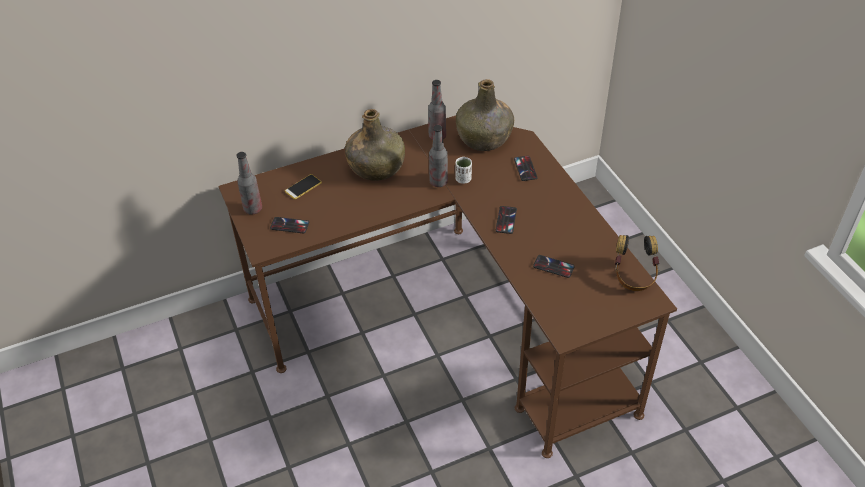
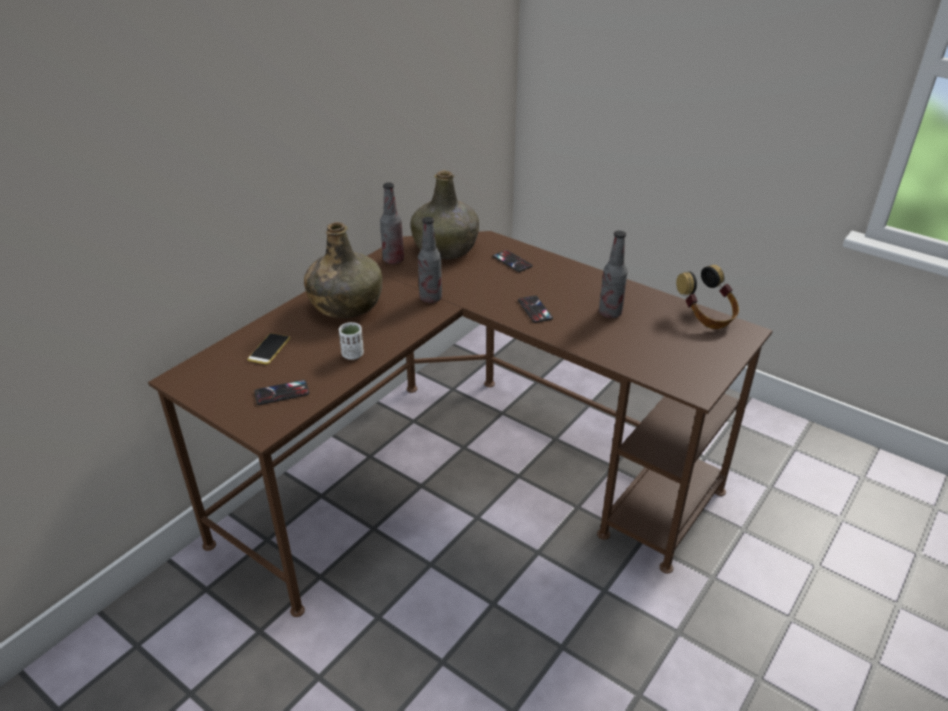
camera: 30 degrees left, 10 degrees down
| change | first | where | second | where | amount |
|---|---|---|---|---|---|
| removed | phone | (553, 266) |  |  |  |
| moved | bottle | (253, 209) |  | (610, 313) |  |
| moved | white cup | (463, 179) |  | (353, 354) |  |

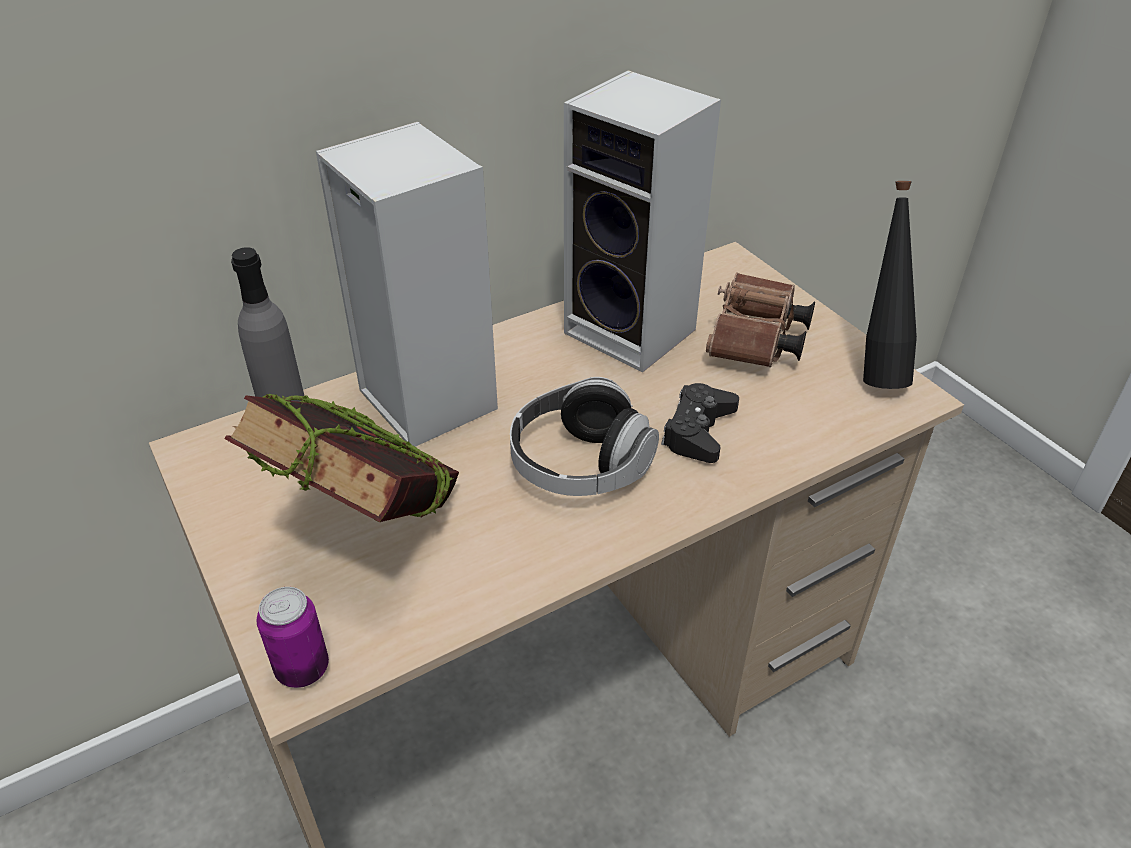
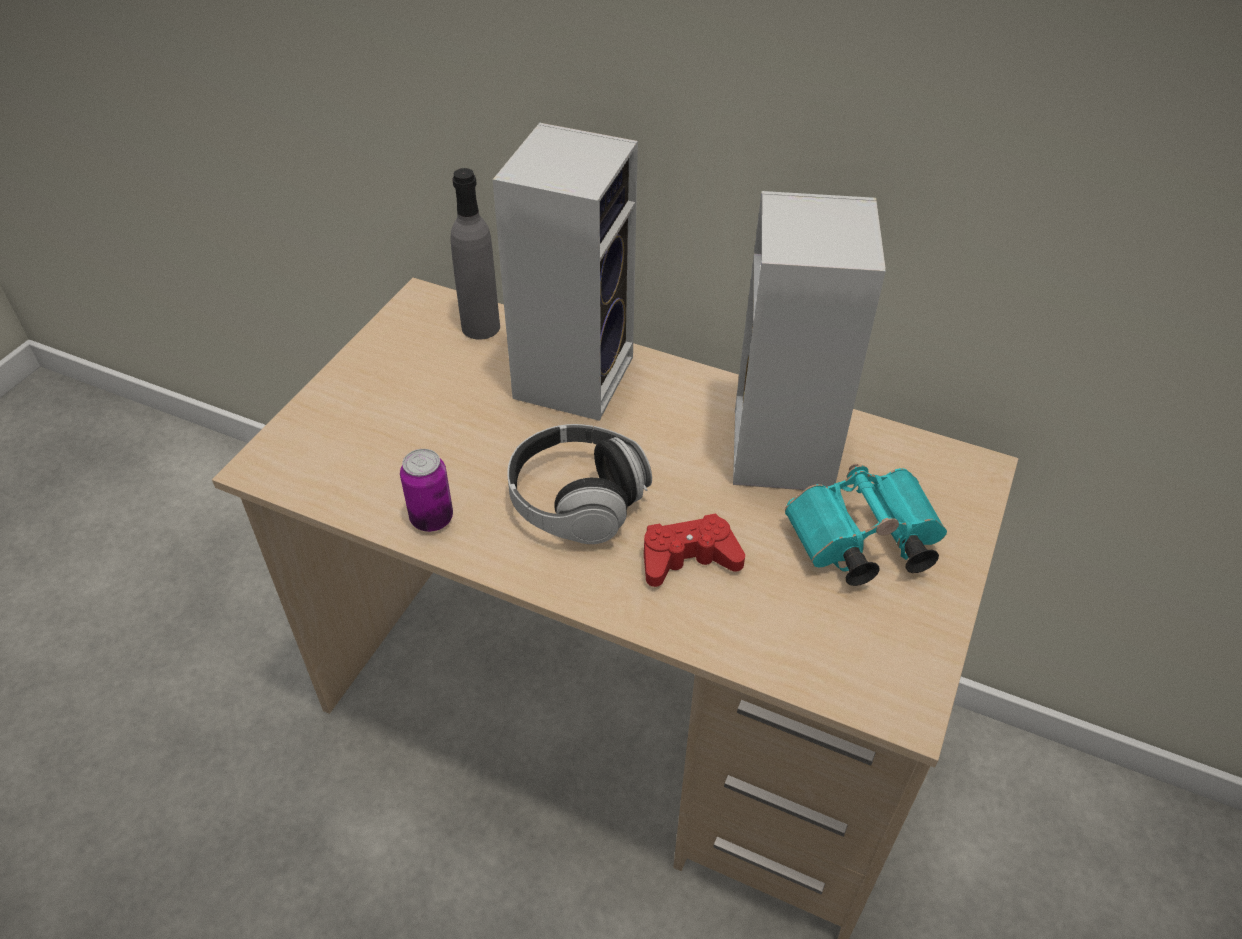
camera: 55 degrees right, 5 degrees up
| change | first | where | second | where | amount |
|---|---|---|---|---|---|
| removed | book | (368, 532) |  |  |  |
| removed | black bottle | (876, 370) |  |  |  |
| moved | can | (302, 669) |  | (432, 519) |  |
| recoloured | black game controller | (698, 431) | red game controller | (688, 558) |  |
| recoloured | brown binoculars | (755, 343) | turquoise binoculars | (859, 544) |  |

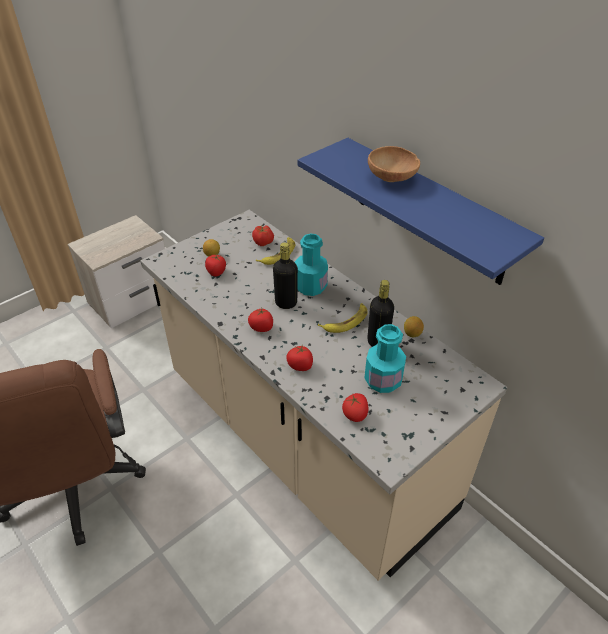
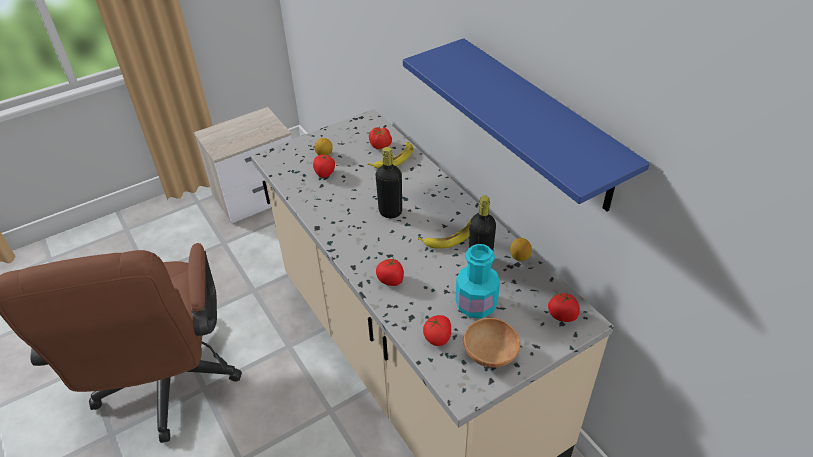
camera: 10 degrees right, 0 degrees up
| change | first | where | second | where | amount |
|---|---|---|---|---|---|
| removed | turquoise bottle | (311, 286) |  |  |  |
| moved | tomato | (261, 327) |  | (562, 315) |  |
| moved | brown bowl | (392, 179) |  | (491, 355) |  |

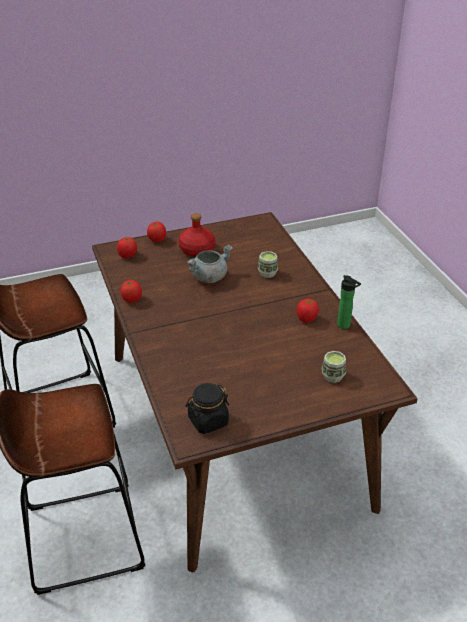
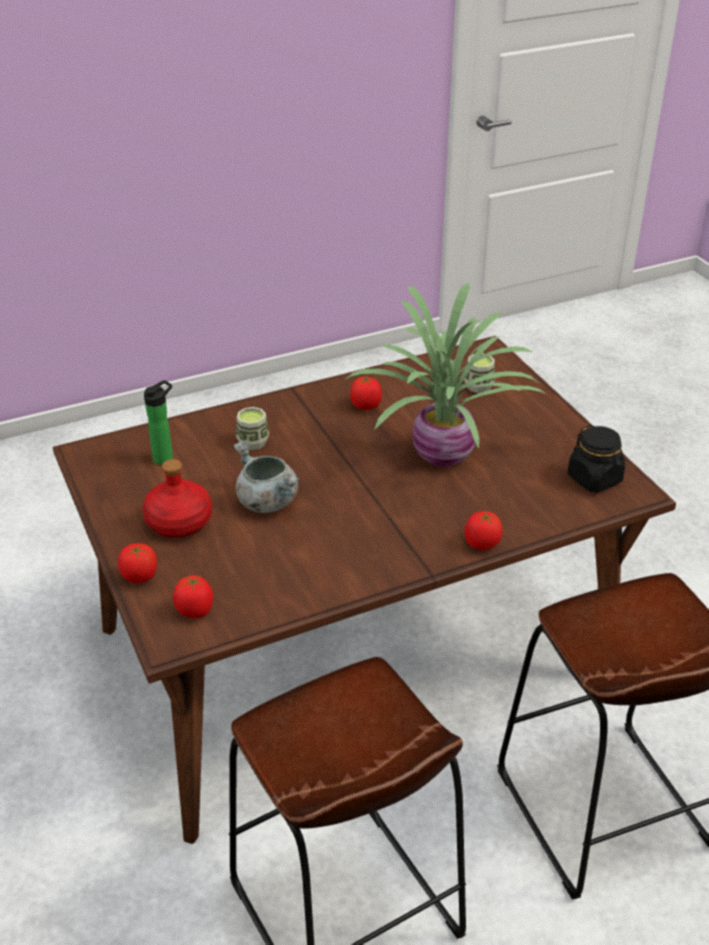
camera: 95 degrees left, 0 degrees up
| change | first | where | second | where | amount |
|---|---|---|---|---|---|
| added |  |  | potted plant | (444, 453) |  |
| moved | tomato | (132, 299) |  | (481, 544) |  |
| moved | bottle | (345, 326) |  | (165, 458) |  |

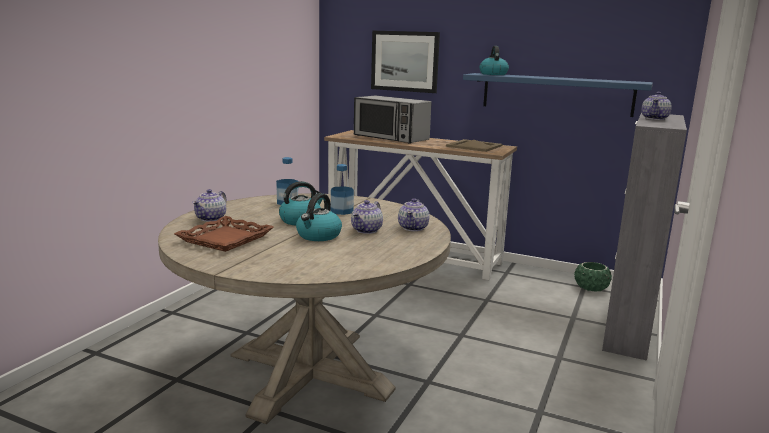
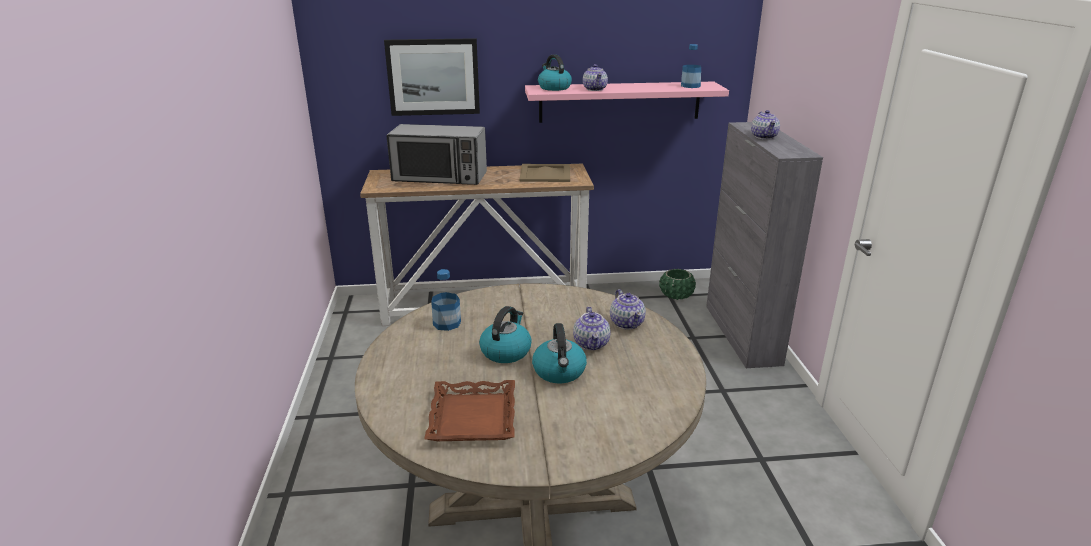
camera: 30 degrees left, 10 degrees up
| change | first | where | second | where | amount |
|---|---|---|---|---|---|
| moved | teapot | (211, 218) |  | (595, 89) |  |
| moved | bottle | (342, 211) |  | (690, 86) |  |
| recoloured | blue shelf | (556, 94) | pink shelf | (619, 102) |  |

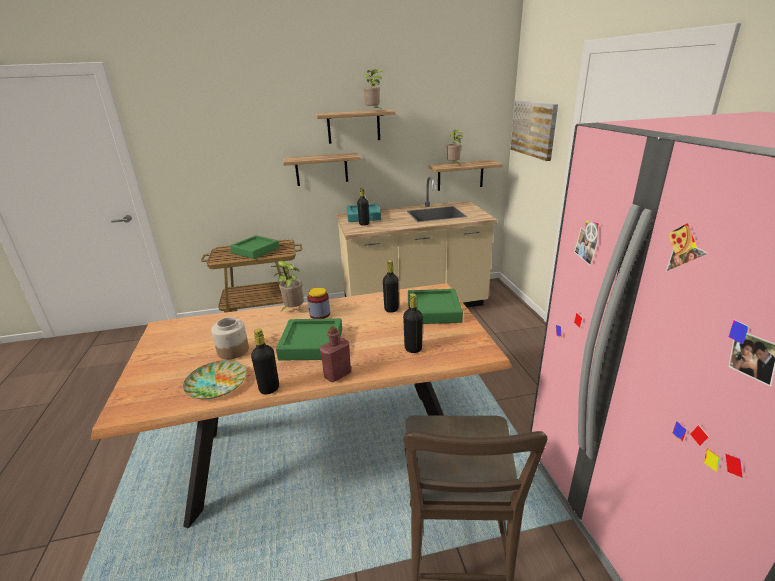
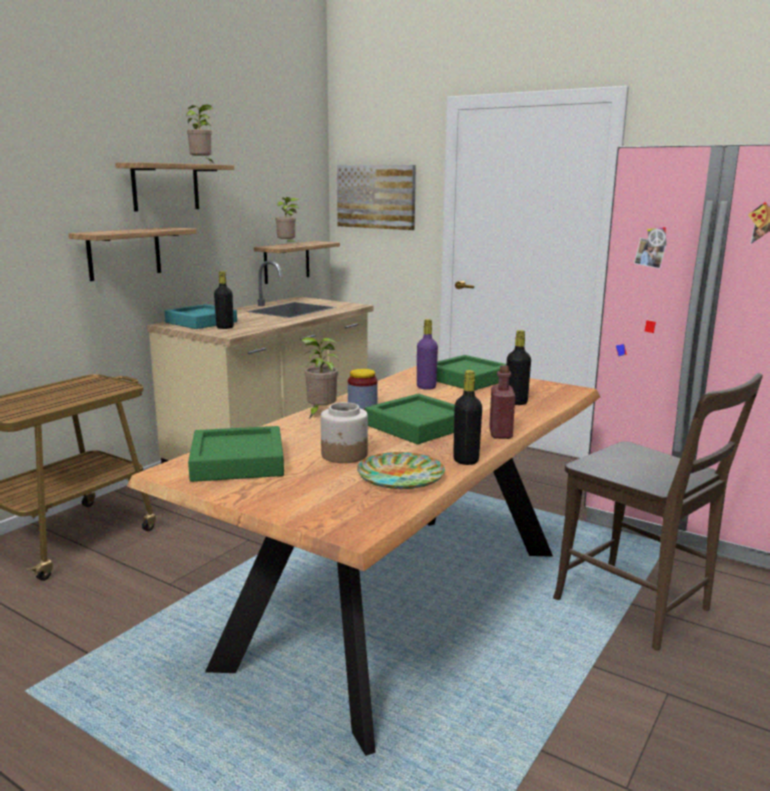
camera: 45 degrees left, 10 degrees down
| change | first | where | second | where | amount |
|---|---|---|---|---|---|
| moved | green tray | (255, 250) |  | (237, 462) |  |
| recoloured | black bottle | (391, 309) | purple bottle | (426, 387) |  |

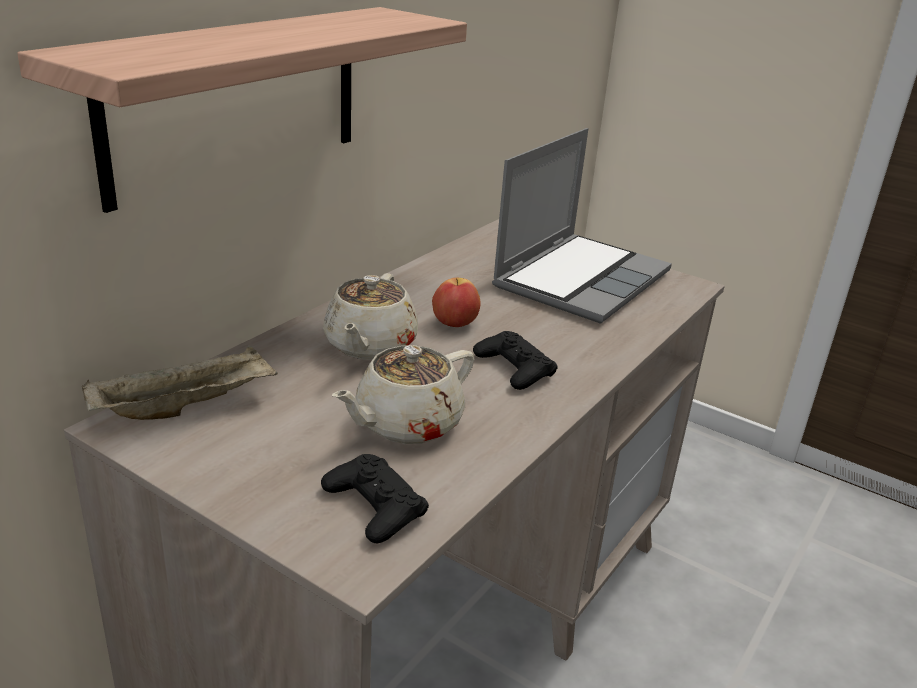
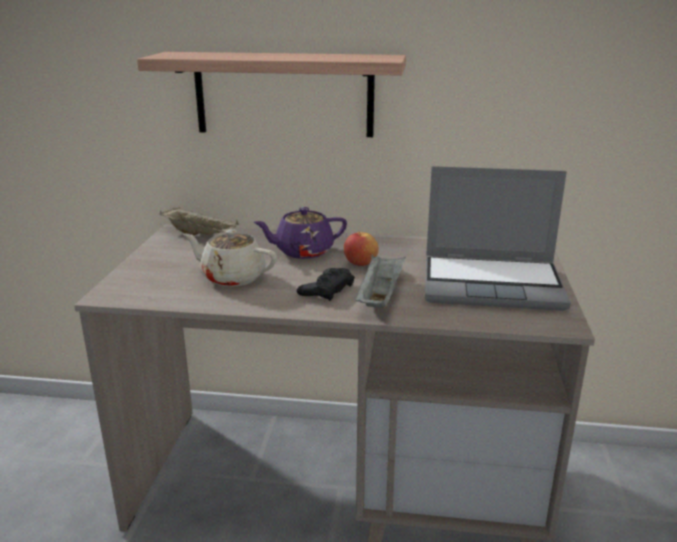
camera: 65 degrees right, 5 degrees down
| change | first | where | second | where | amount |
|---|---|---|---|---|---|
| removed | black game controller | (374, 506) |  |  |  |
| added |  |  | grey tray | (380, 296) |  |
| recoloured | beige teapot | (369, 345) | purple teapot | (303, 251) |  |

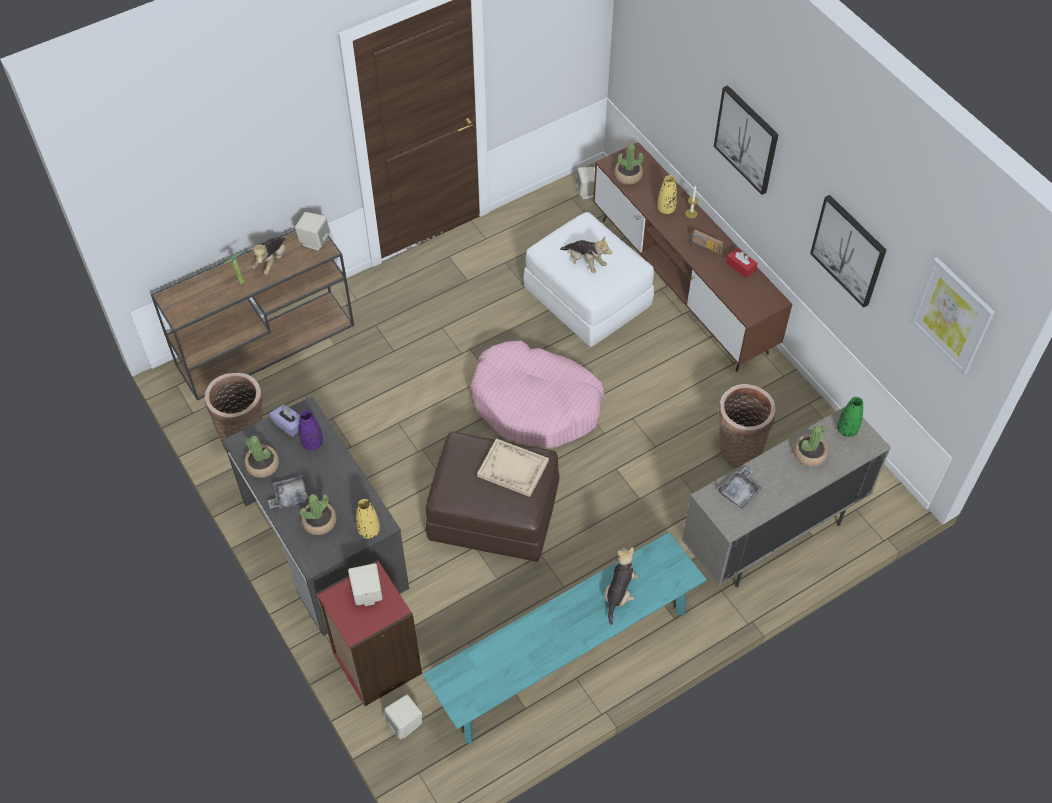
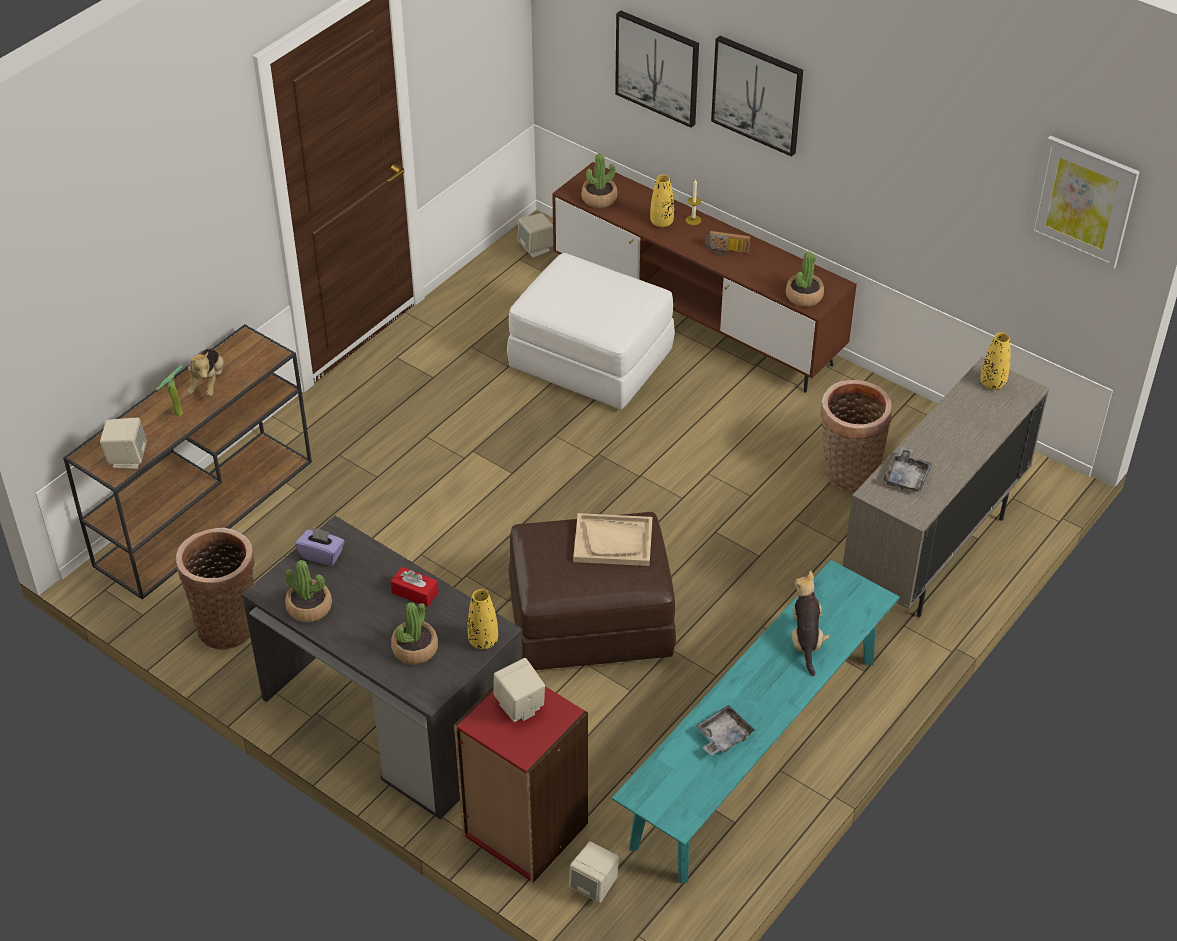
camera: 20 degrees left, 10 degrees down
| change | first | where | second | where | amount |
|---|---|---|---|---|---|
| removed | purple vase | (312, 443) |  |  |  |
| removed | pink dog bed | (536, 404) |  |  |  |
| removed | plush toy | (585, 262) |  |  |  |
| moved | grey tray | (291, 496) |  | (723, 736) |  |
| moved | beige speaker | (314, 241) |  | (127, 458) |  |
| moved | red tissue box | (740, 266) |  | (415, 592) |  |
| moved | potted plant | (809, 454) |  | (804, 296) |  |
| moved | picture | (849, 250) |  | (658, 67) |  |
| recoloured | green vase | (847, 430) | yellow vase | (992, 383) |  |

